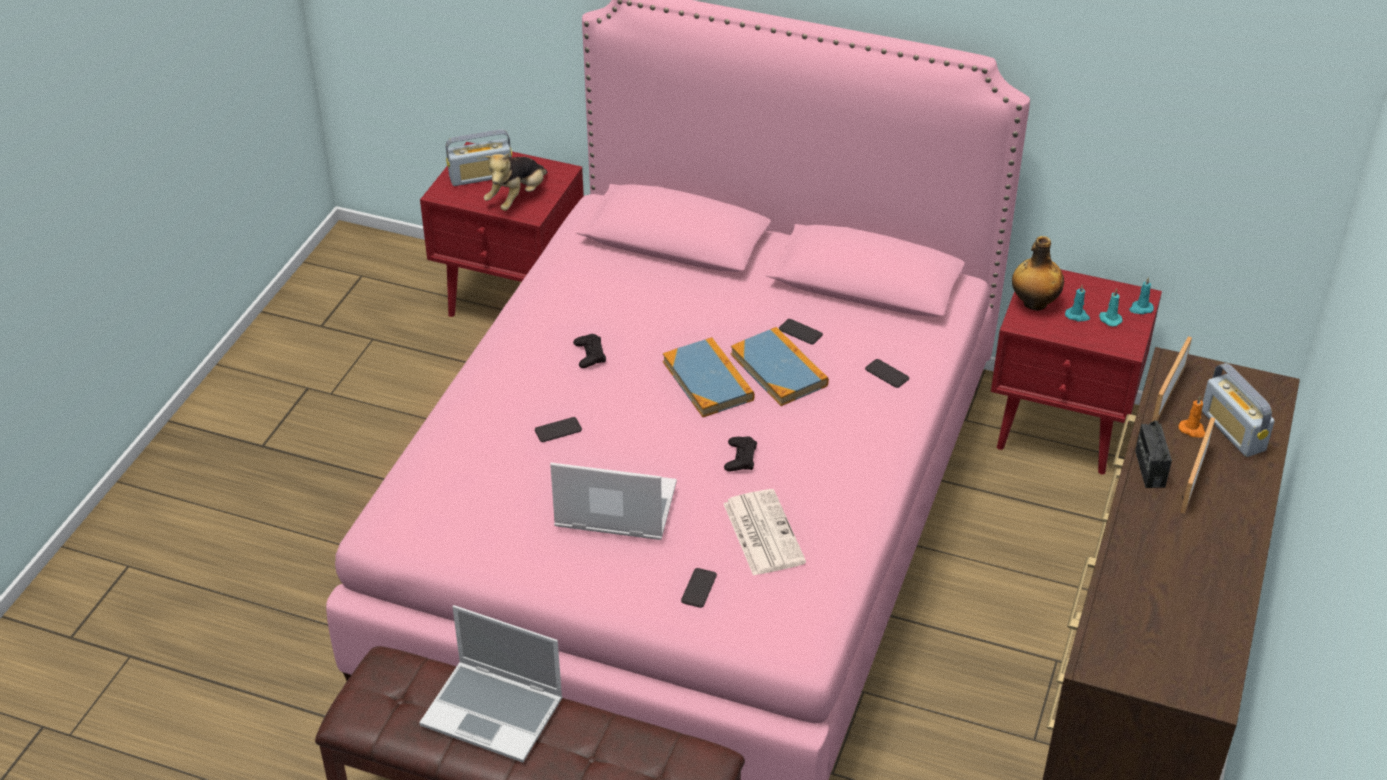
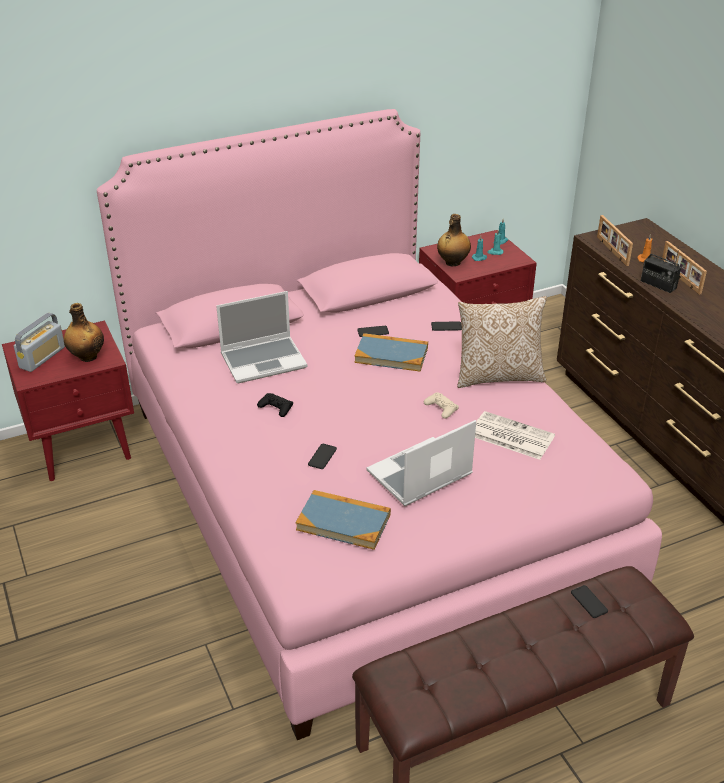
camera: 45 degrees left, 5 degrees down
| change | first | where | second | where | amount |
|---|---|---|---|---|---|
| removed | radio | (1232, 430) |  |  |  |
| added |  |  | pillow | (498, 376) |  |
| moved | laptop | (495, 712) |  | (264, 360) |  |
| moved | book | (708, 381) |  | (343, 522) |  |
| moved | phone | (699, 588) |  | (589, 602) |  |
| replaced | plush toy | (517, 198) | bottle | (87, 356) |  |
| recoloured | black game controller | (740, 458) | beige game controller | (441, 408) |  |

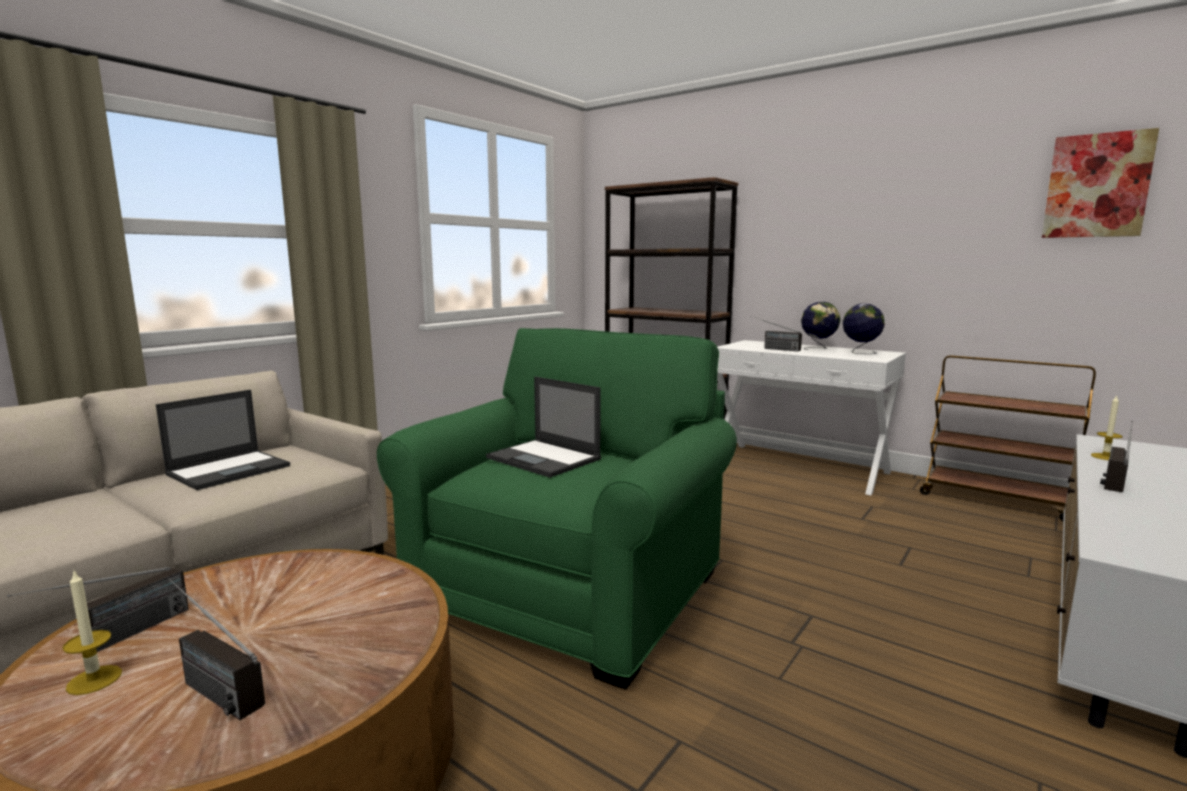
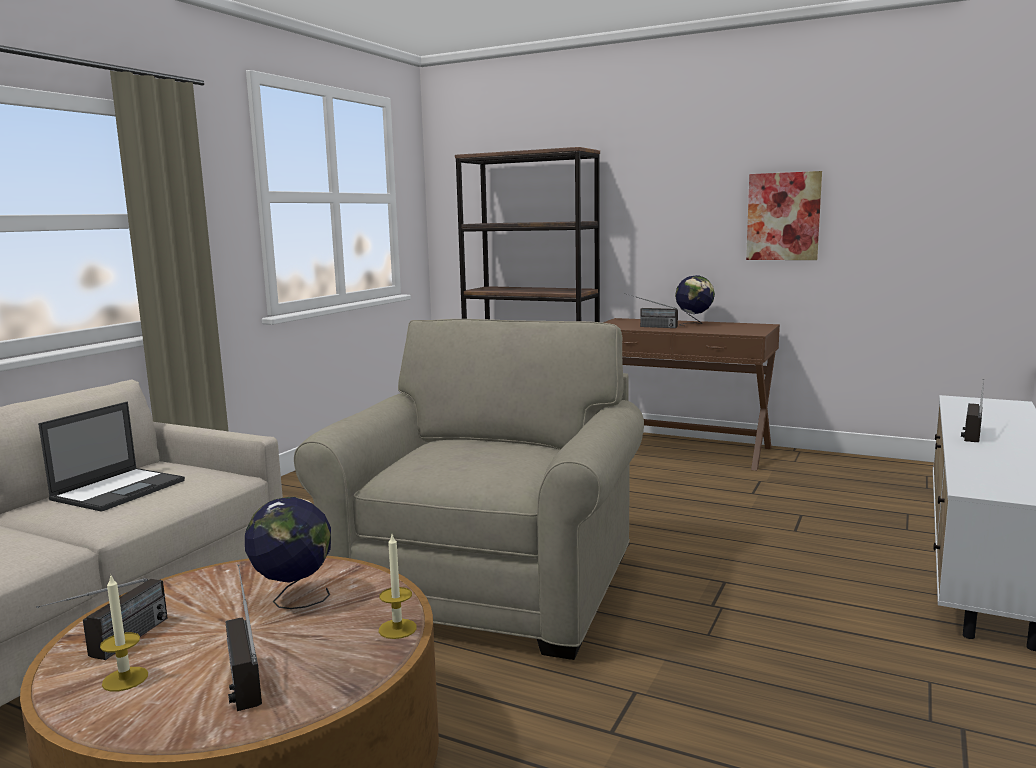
camera: 10 degrees left, 0 degrees up
| change | first | where | second | where | amount |
|---|---|---|---|---|---|
| removed | laptop | (544, 458) |  |  |  |
| removed | brown cart | (996, 500) |  |  |  |
| moved | globe | (860, 352) |  | (293, 599) |  |
| moved | picture | (1097, 186) |  | (783, 216) |  |
| moved | candle | (1105, 457) |  | (397, 629) |  |
| recoloured | green armchair | (570, 592) | beige armchair | (490, 586) |  |
| recoloured | white console table | (798, 467) | brown console table | (681, 449) |  |
| turned | radio | (206, 686) |  | (240, 670) | 45 degrees clockwise |

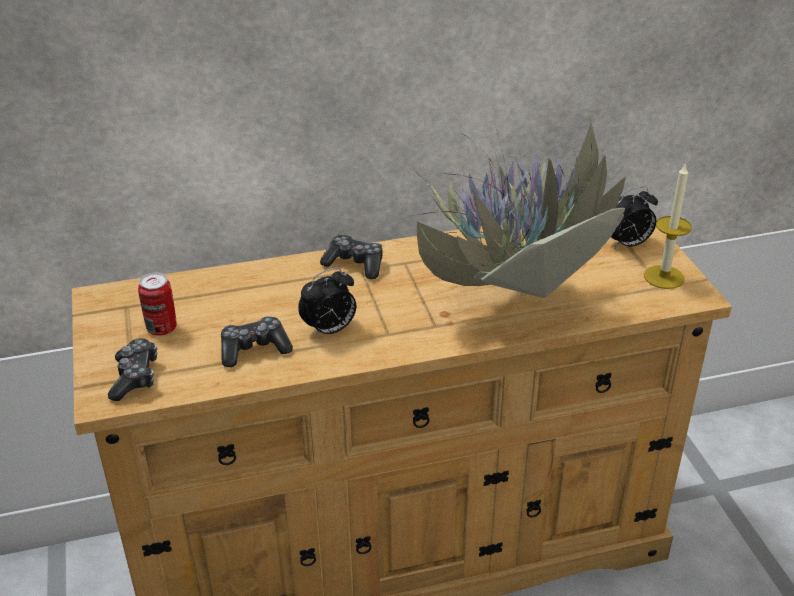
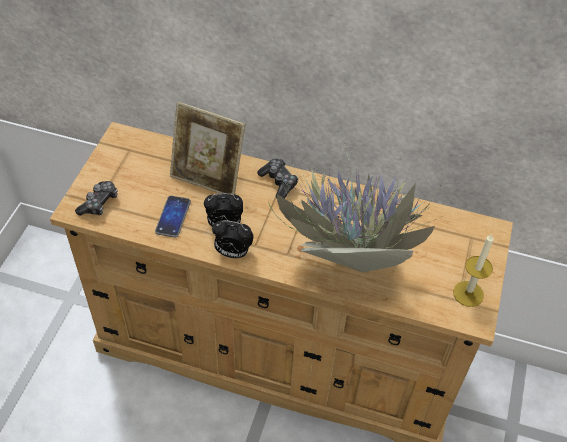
camera: 30 degrees right, 15 degrees up
| change | first | where | second | where | amount |
|---|---|---|---|---|---|
| removed | can | (162, 328) |  |  |  |
| added |  |  | picture frame | (208, 178) |  |
| moved | alarm clock | (627, 244) |  | (232, 253) |  |
| replaced | game controller | (254, 349) | phone | (173, 217) |  |

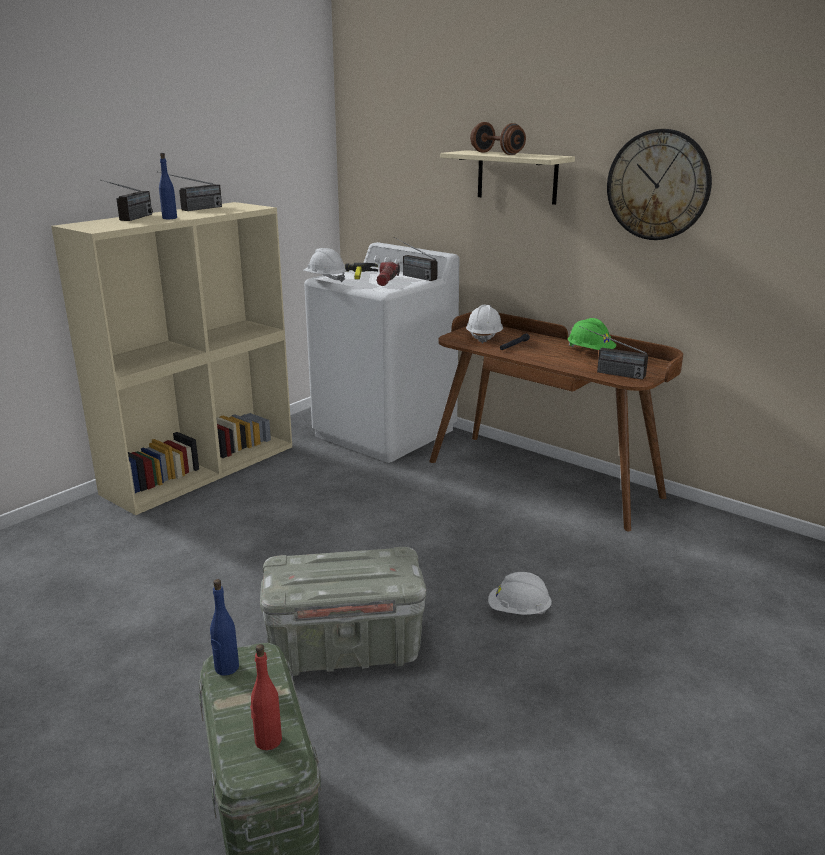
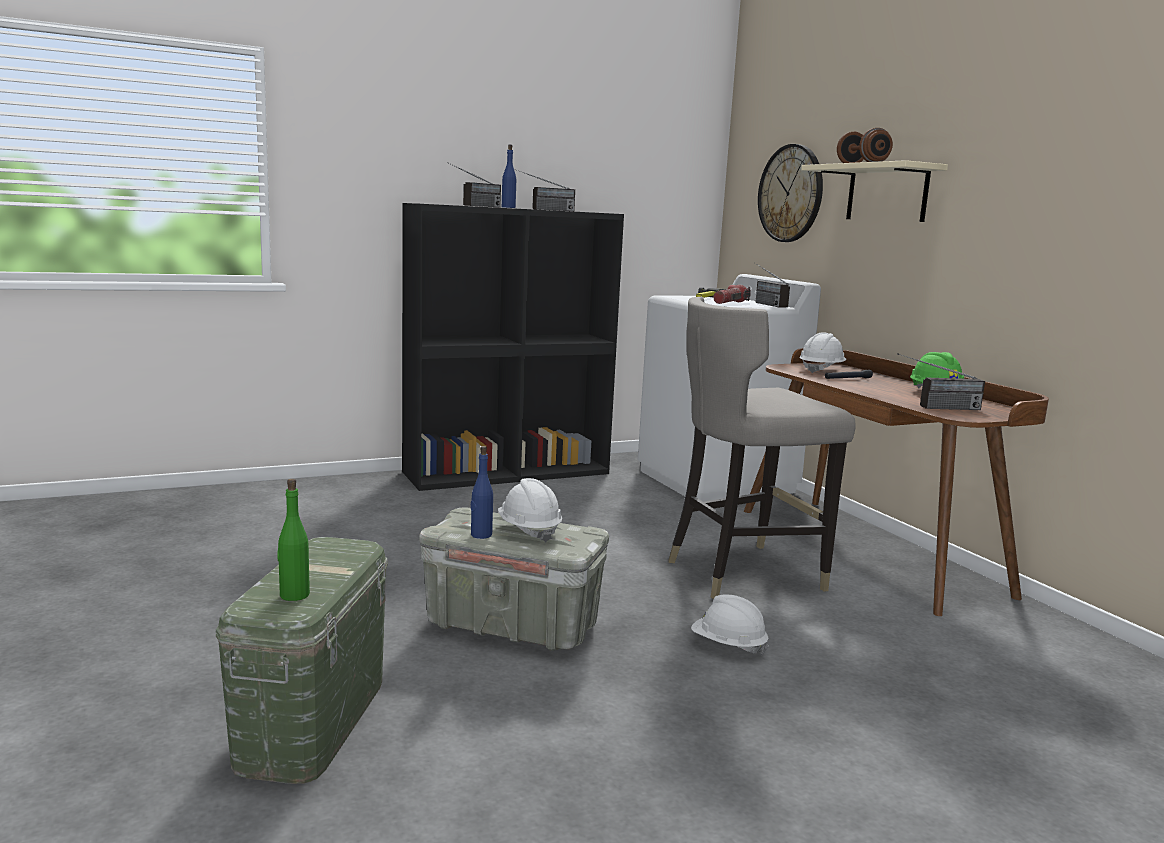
camera: 25 degrees right, 10 degrees down
| change | first | where | second | where | amount |
|---|---|---|---|---|---|
| added |  |  | grey stool | (741, 573) |  |
| moved | blue bottle | (226, 668) |  | (481, 535) |  |
| moved | white hard hat | (325, 279) |  | (529, 530) |  |
| moved | wall clock | (658, 185) |  | (790, 193) |  |
| recoloured | beige bookcase | (201, 468) | black bookcase | (508, 472) |  |
| recoloured | red bottle | (268, 740) | green bottle | (294, 595) |  |
| turned | radio | (608, 372) |  | (936, 407) | 60 degrees counterclockwise |

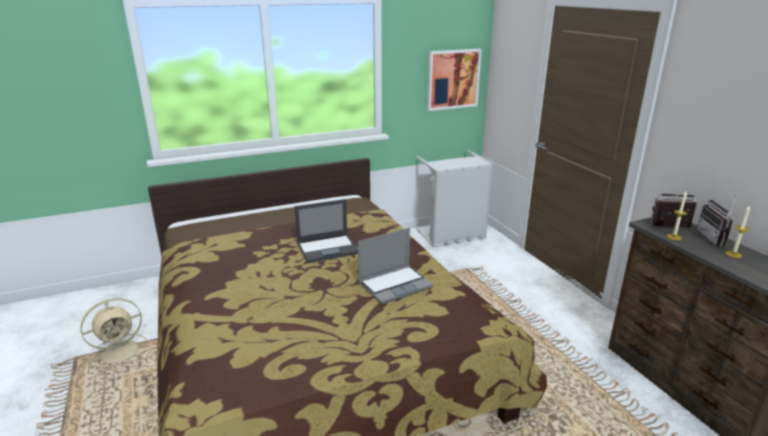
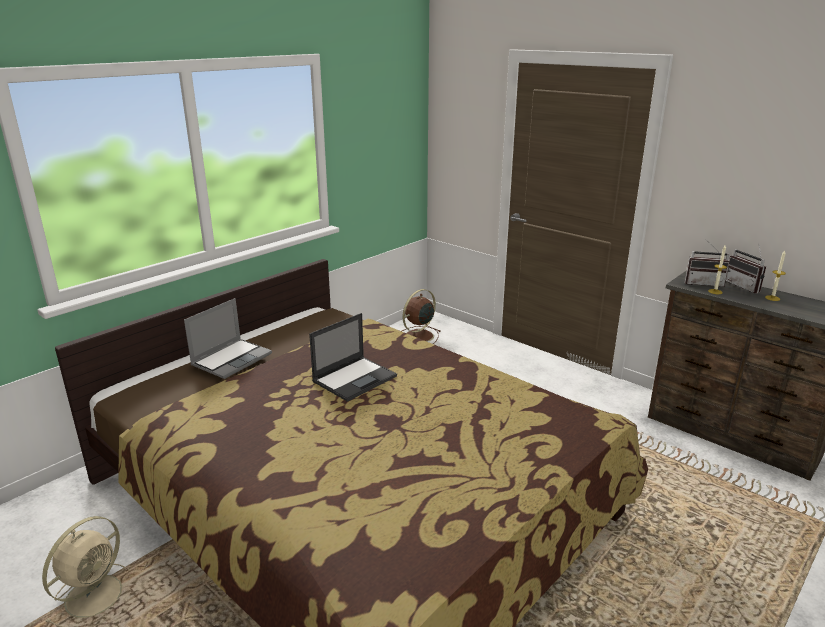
camera: 25 degrees left, 0 degrees up
| change | first | where | second | where | amount |
|---|---|---|---|---|---|
| removed | picture | (453, 79) |  |  |  |
| moved | laptop | (395, 285) |  | (232, 359) |  |
| replaced | grey laundry basket | (452, 236) | brown fan | (418, 336) |  |
| turned | radio | (670, 228) |  | (703, 283) | 150 degrees counterclockwise |

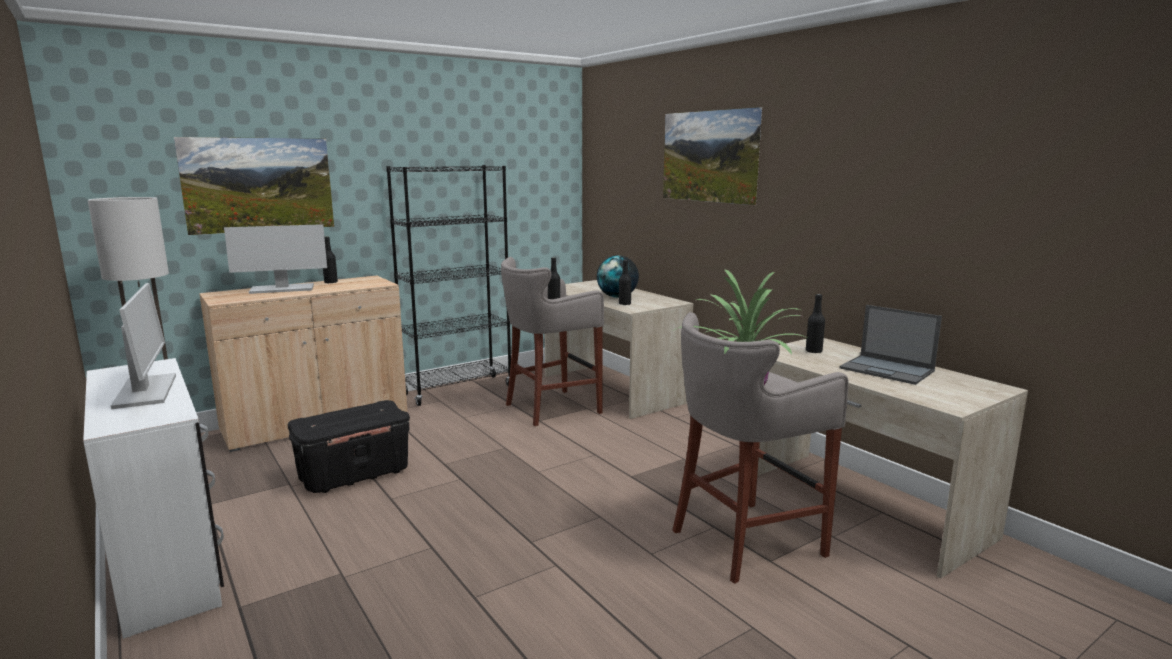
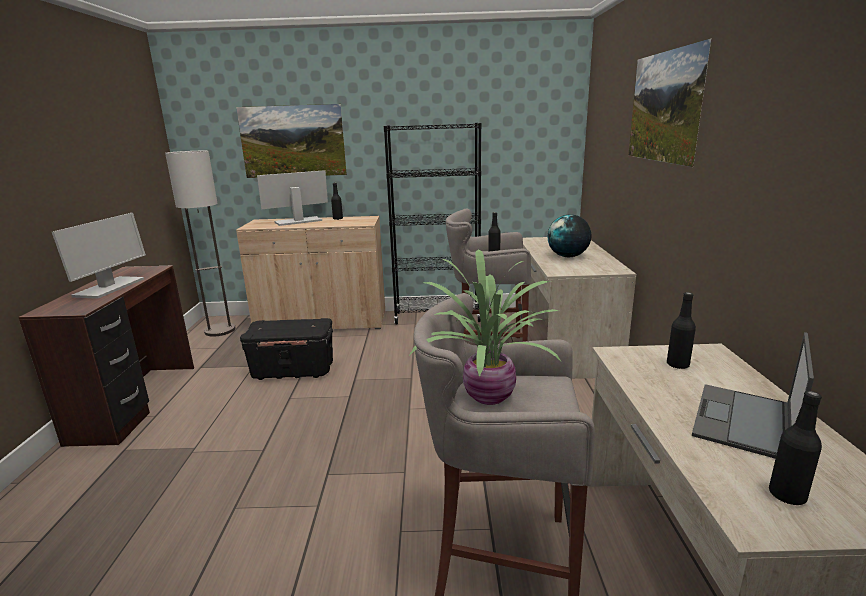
camera: 35 degrees right, 5 degrees up
| change | first | where | second | where | amount |
|---|---|---|---|---|---|
| moved | black bottle | (624, 304) |  | (787, 495) |  |
| recoloured | white desk | (169, 562) | brown desk | (138, 402) |  |
| turned | monitor | (281, 289) |  | (298, 221) | 135 degrees clockwise |
| turned | laptop | (888, 370) |  | (743, 421) | 45 degrees clockwise |

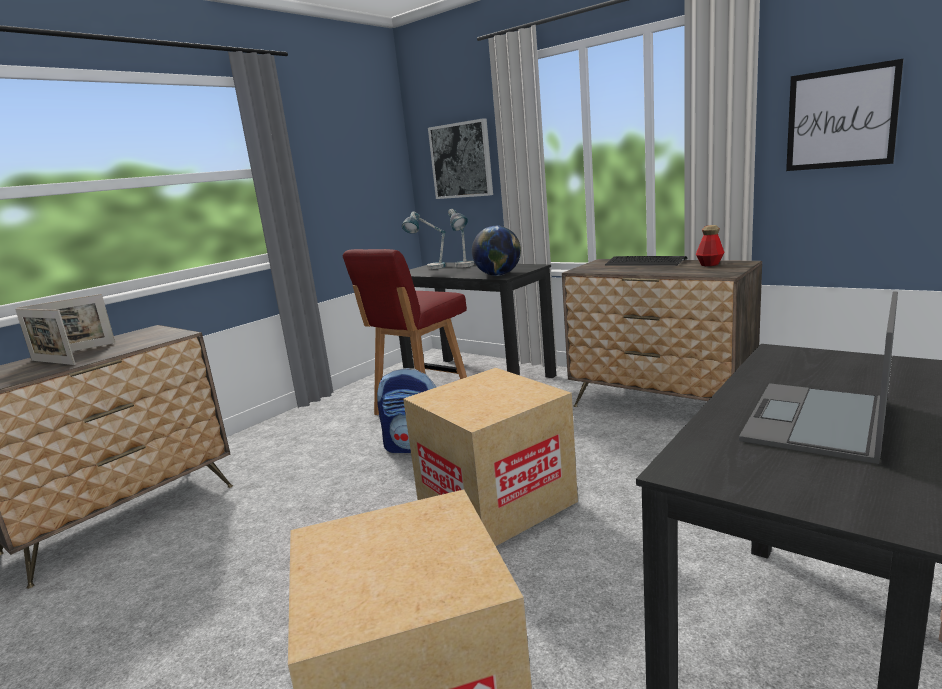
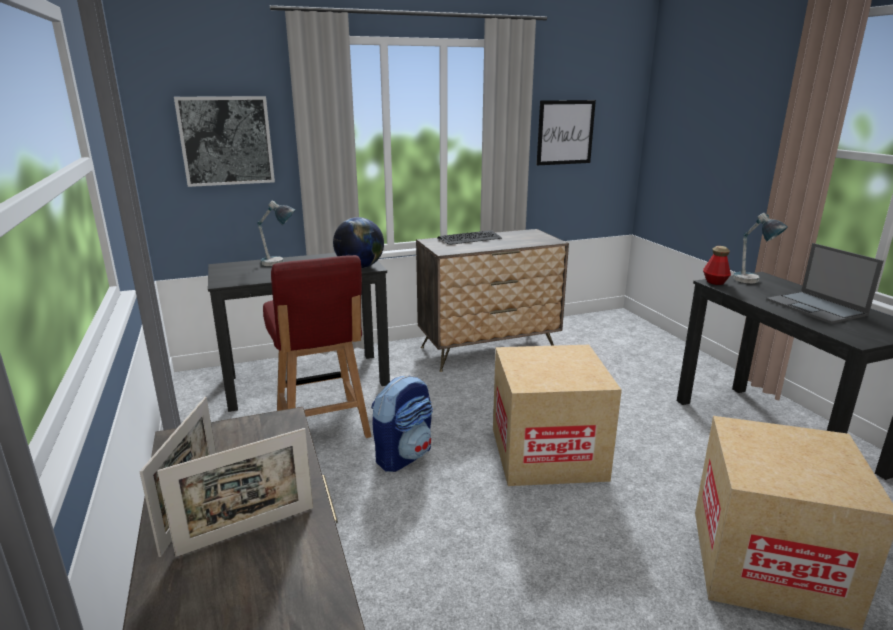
camera: 60 degrees left, 5 degrees up
| change | first | where | second | where | amount |
|---|---|---|---|---|---|
| moved | table lamp | (429, 268) |  | (751, 283) |  |
| moved | bottle | (709, 264) |  | (715, 282) |  |

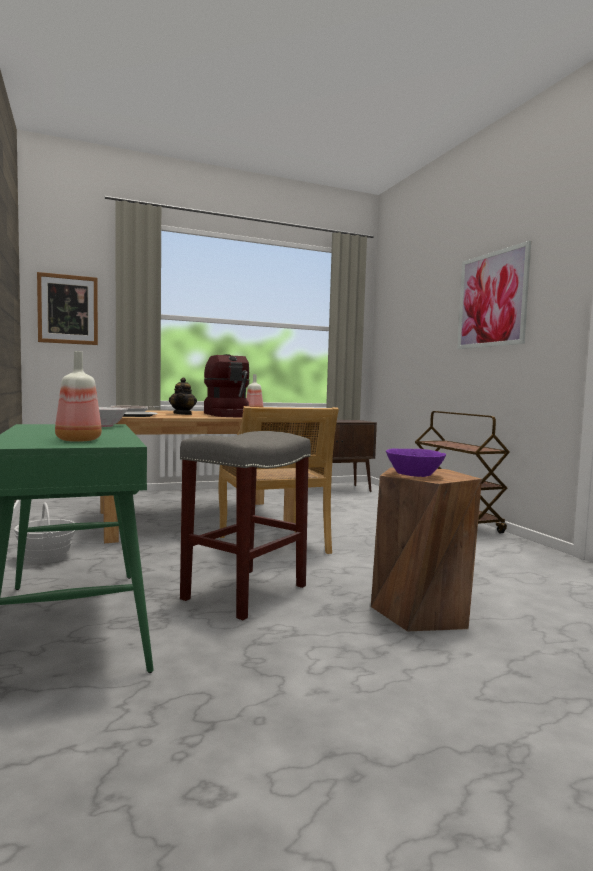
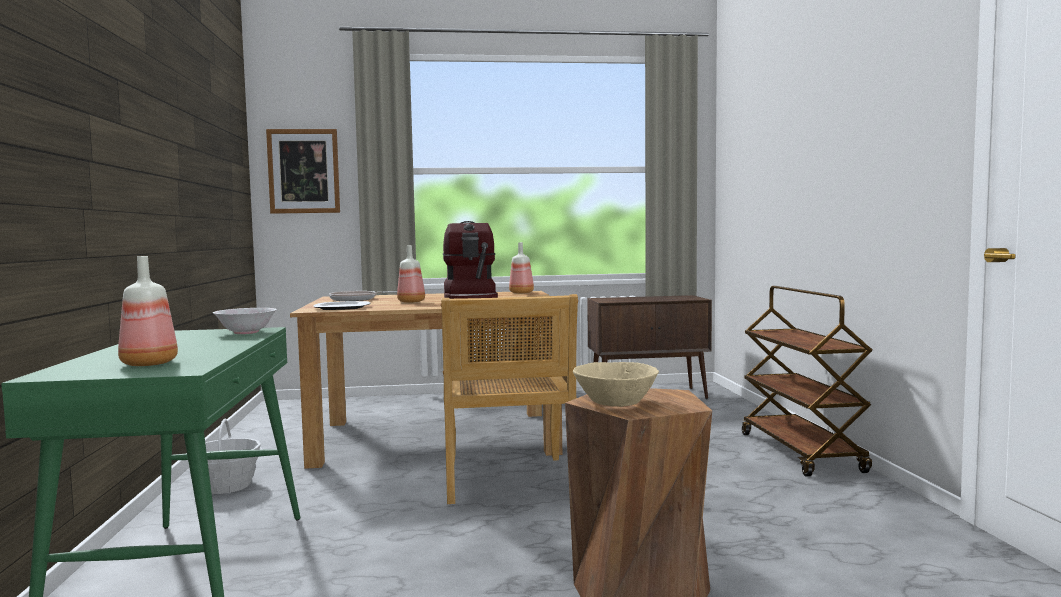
camera: 15 degrees right, 0 degrees up
| change | first | where | second | where | amount |
|---|---|---|---|---|---|
| removed | grey stool | (245, 591) |  |  |  |
| removed | picture | (492, 299) |  |  |  |
| replaced | teapot | (183, 414) | bottle | (412, 302) |  |
| recoloured | purple bowl | (414, 475) | beige bowl | (615, 402) |  |

